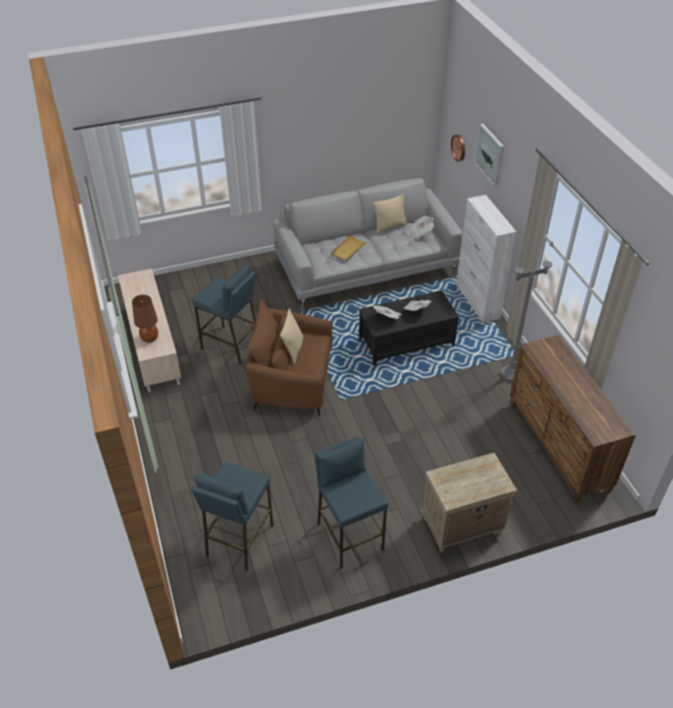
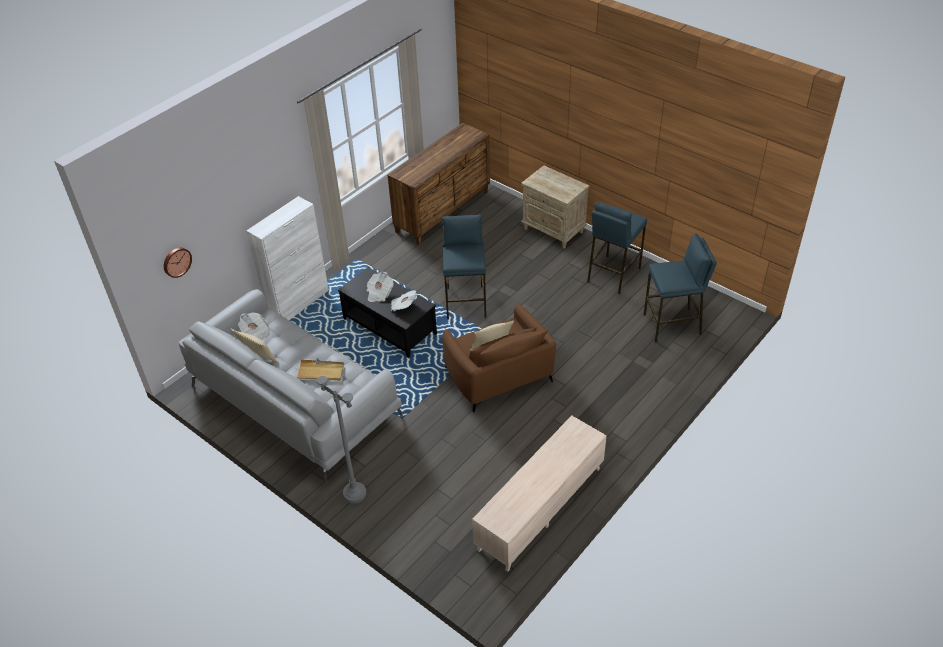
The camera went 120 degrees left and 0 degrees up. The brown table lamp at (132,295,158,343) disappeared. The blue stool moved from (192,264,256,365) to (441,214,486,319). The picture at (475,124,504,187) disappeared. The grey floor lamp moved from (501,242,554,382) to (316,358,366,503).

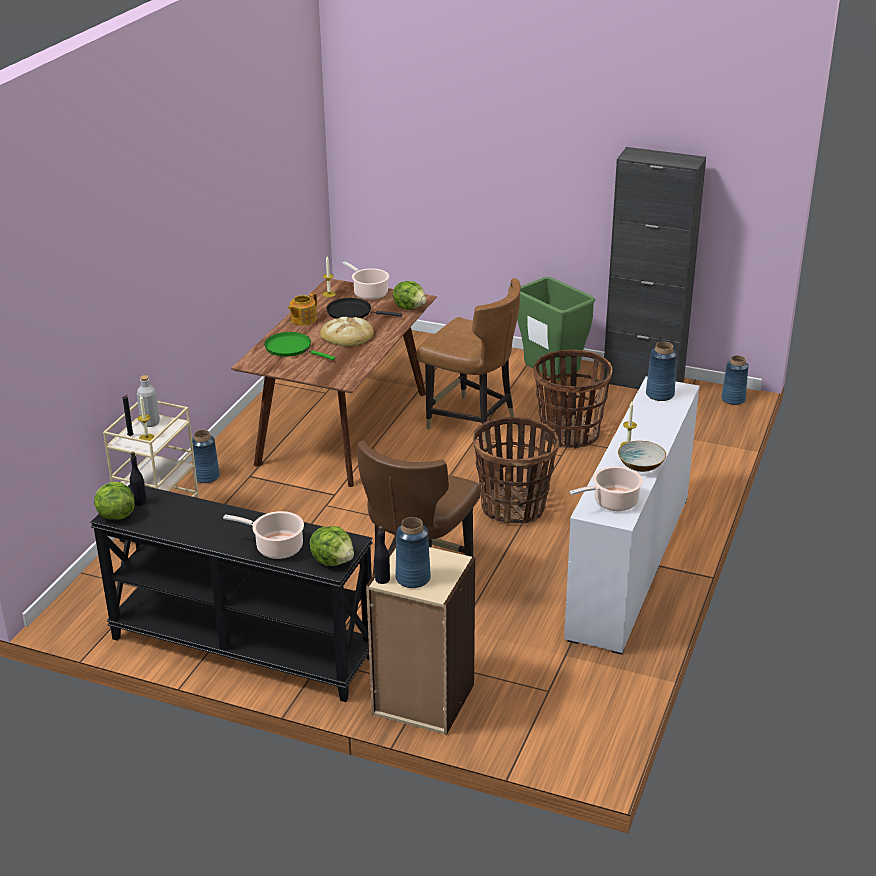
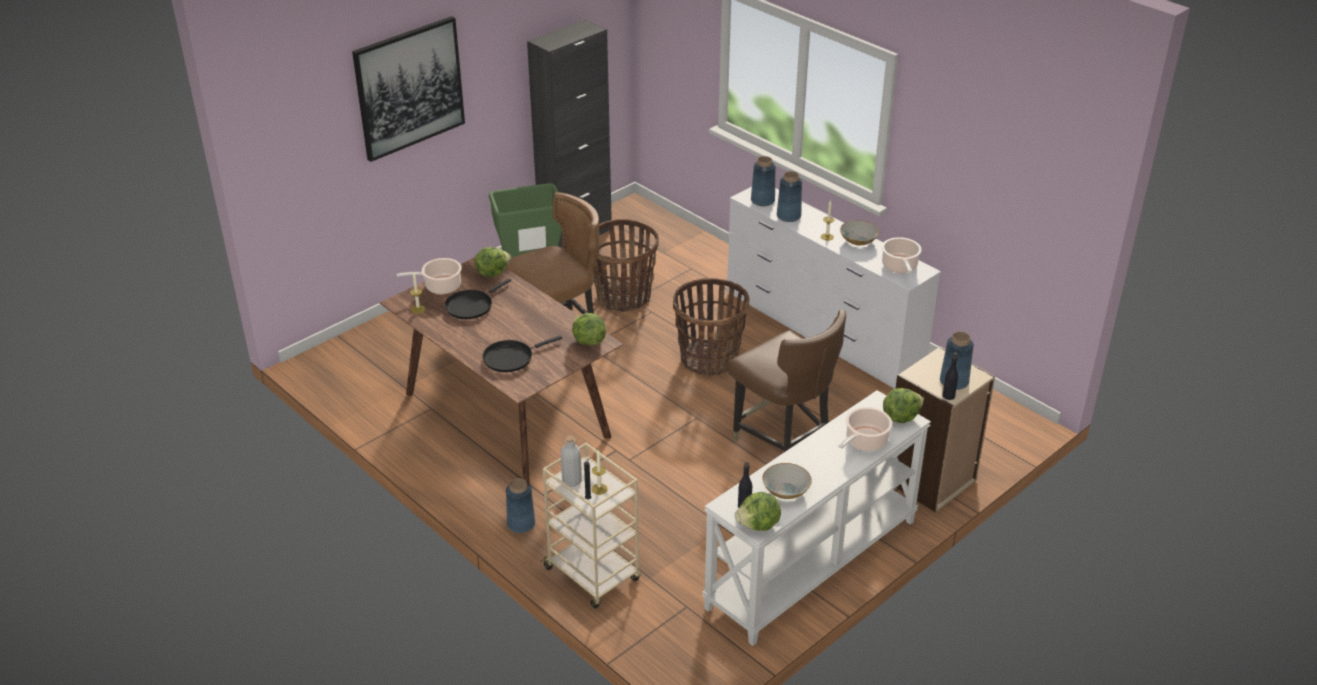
The camera went 65 degrees left and 5 degrees up. The black console table at (90,484,373,702) became the white console table at (702,390,931,646). The green frying pan at (264,332,335,360) became the black frying pan at (483,335,562,372). The teapot at (288,292,317,325) disappeared. The bread at (320,317,374,346) disappeared. The blue vase moved from (721,355,749,405) to (777,171,802,222). The picture at (352,16,465,162) appeared. The lettuce at (572,313,606,345) appeared. The bowl at (762,463,812,499) appeared.

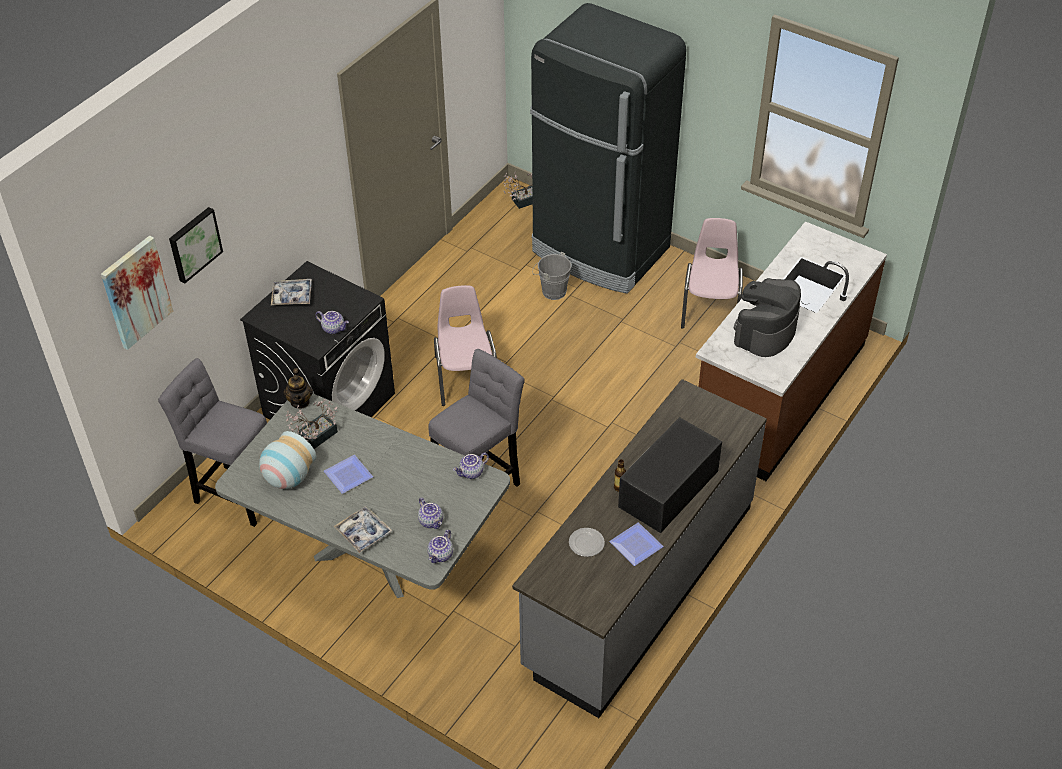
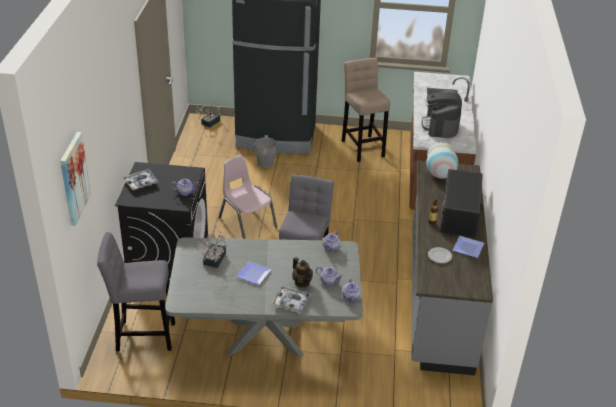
The camera went 30 degrees left and 10 degrees down. The picture at (169,207,223,283) disappeared. The vase moved from (259,431,317,489) to (426,143,458,179). The teapot moved from (283,368,313,409) to (292,257,313,287). The pink chair at (681,218,743,329) was replaced by the beige stool at (342,58,390,162).

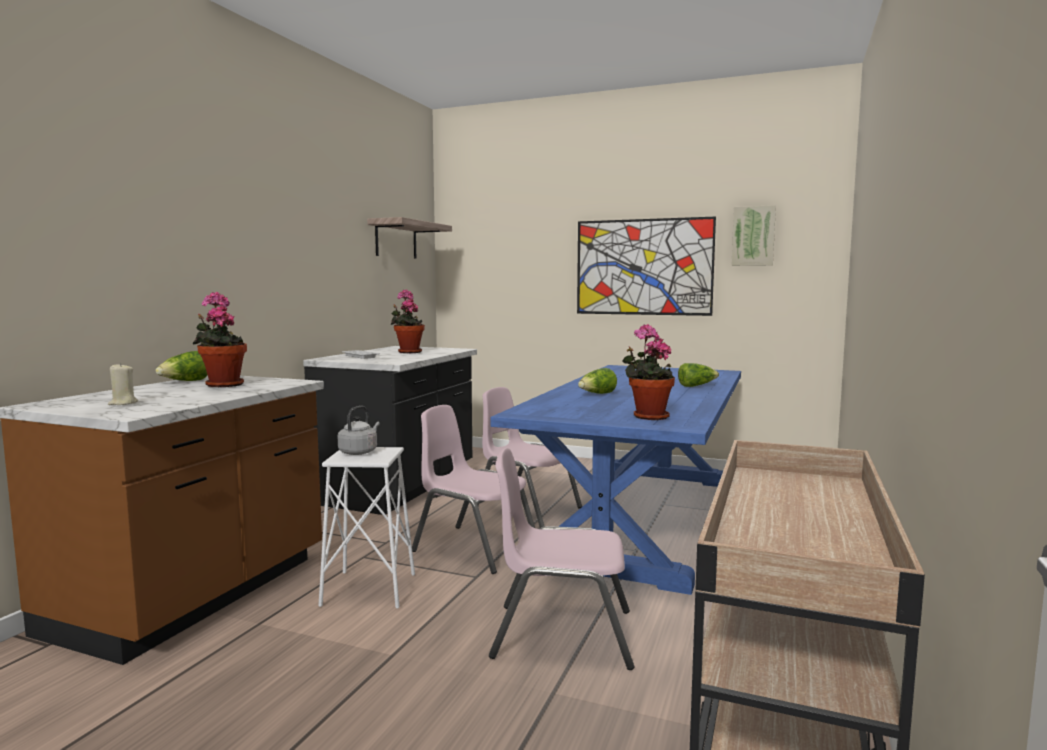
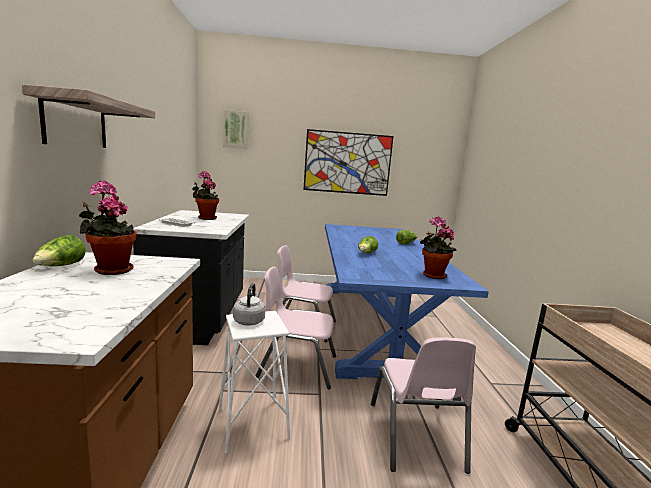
The camera went 25 degrees left and 5 degrees up. The beige candle at (108,363,138,405) disappeared. The shelf moved from (367,217,452,259) to (22,84,155,148). The pink chair at (489,448,634,670) turned 75 degrees counterclockwise. The picture moved from (731,205,776,266) to (223,110,248,149).

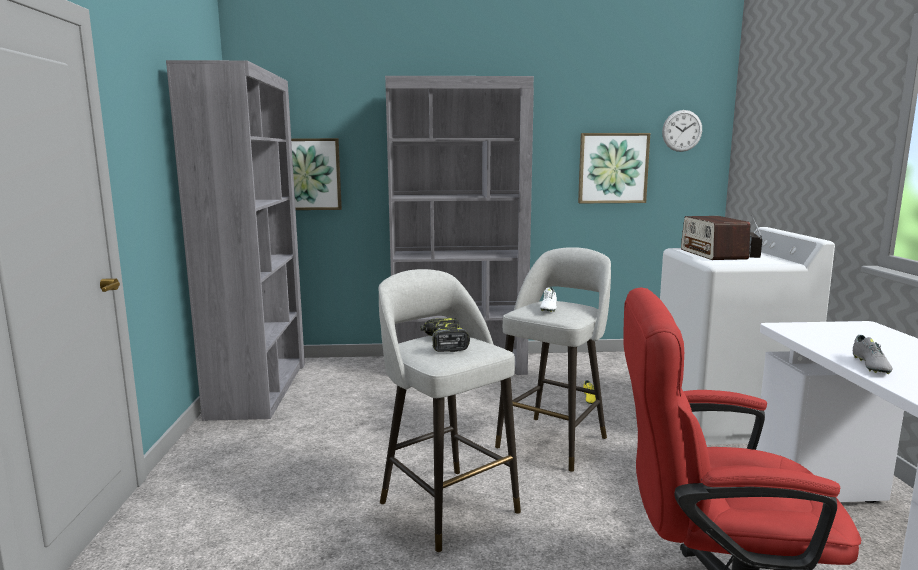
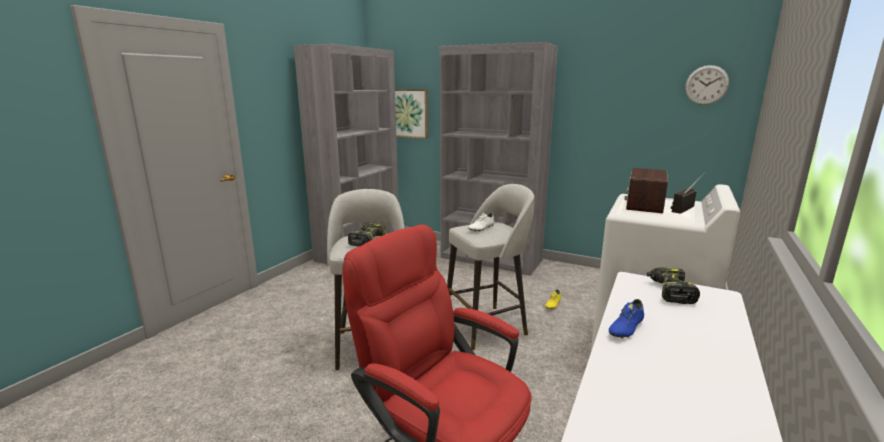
The camera went 30 degrees right and 5 degrees up. The picture at (578,133,650,203) disappeared. The grey shoe at (853,335,892,374) became the blue shoe at (609,299,644,339). The power drill at (647,267,700,304) appeared.

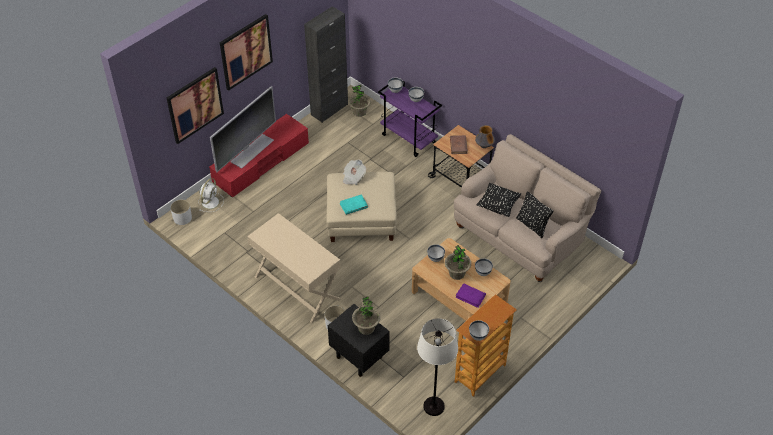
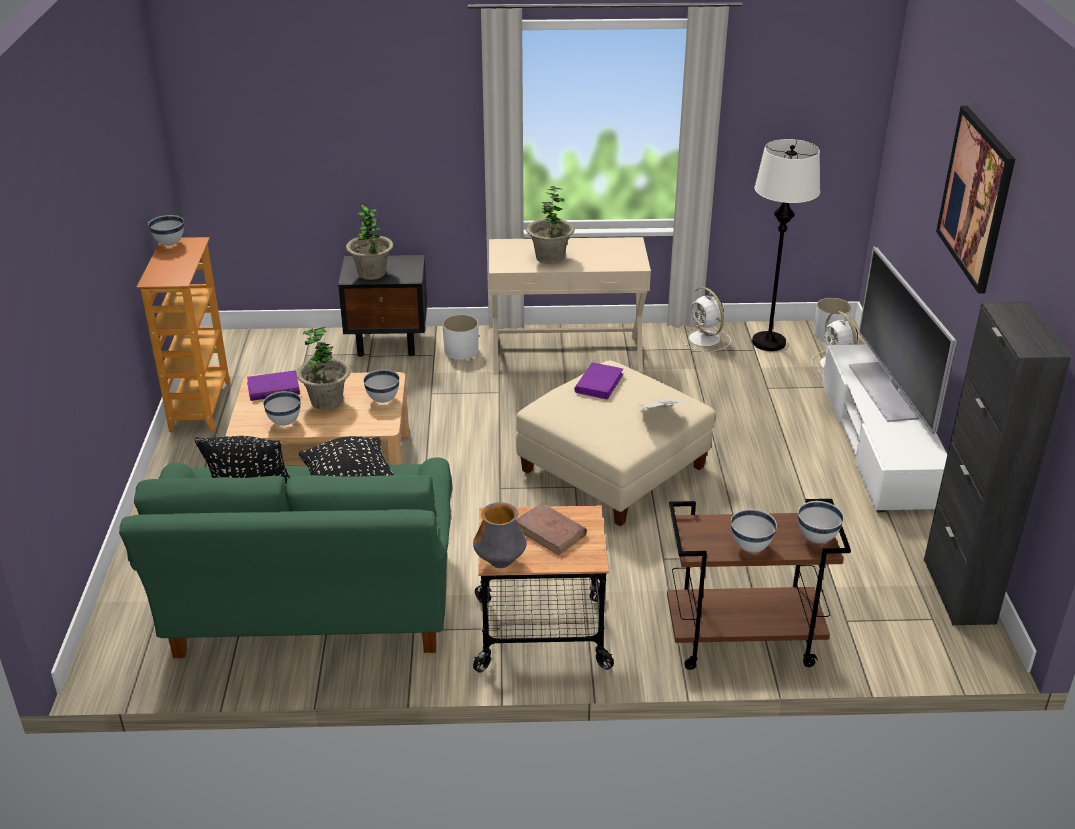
The camera went 135 degrees right and 15 degrees down. The picture at (167,67,224,144) disappeared. The red tv stand at (209,114,309,197) became the white tv stand at (822,345,947,512). The turquoise book at (340,194,368,215) became the purple book at (574,362,624,400). The potted plant moved from (348,85,371,117) to (526,186,575,264). The purple cart at (378,81,442,157) became the brown cart at (667,499,851,670). The white floor lamp moved from (417,318,458,416) to (752,139,820,351). The beige sofa at (454,134,601,282) became the green sofa at (119,457,453,658). The white fan at (680,287,731,352) appeared.

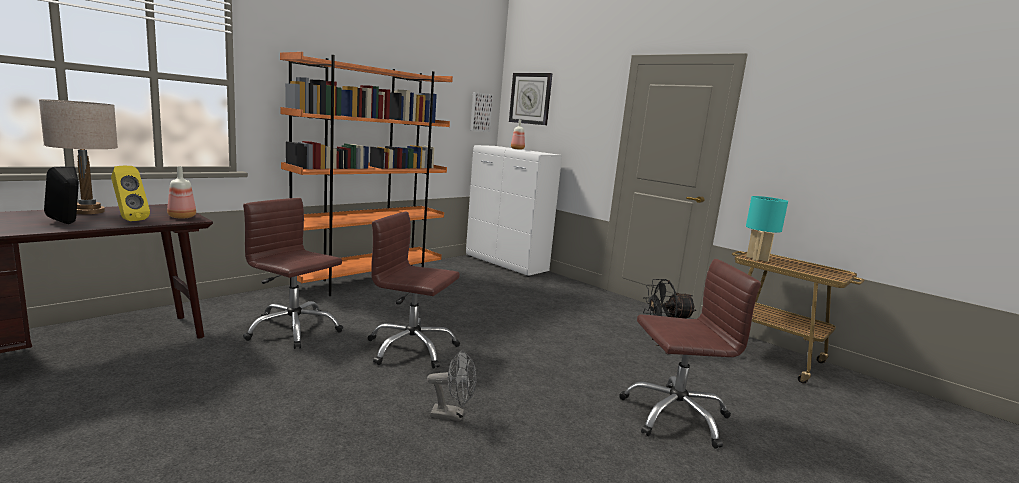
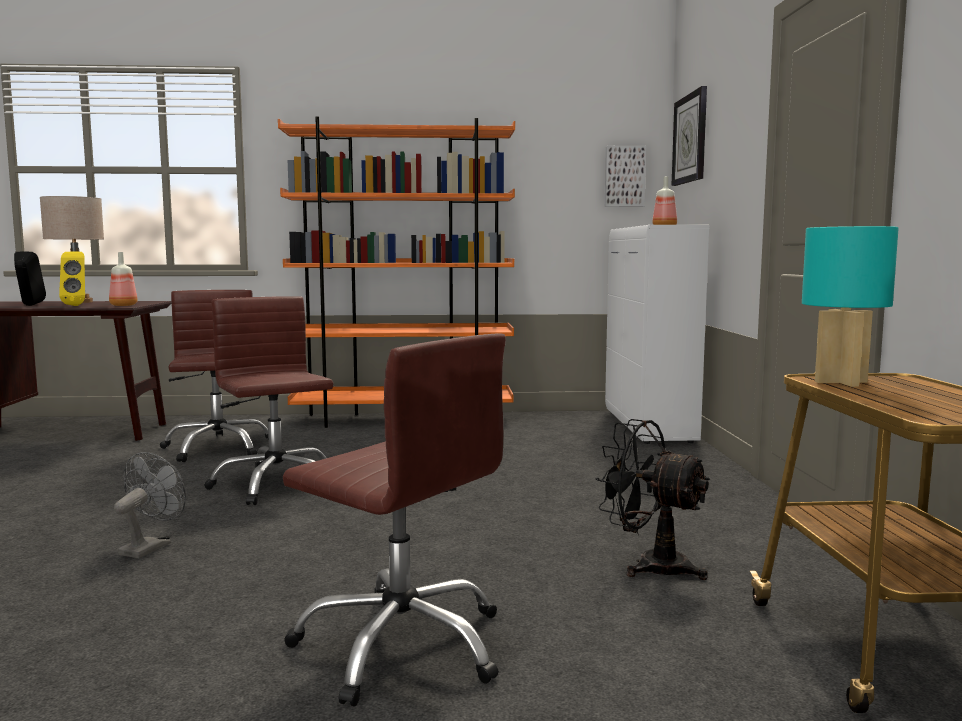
The camera went 45 degrees right and 5 degrees down. The grey fan at (427,350,477,421) turned 120 degrees counterclockwise.

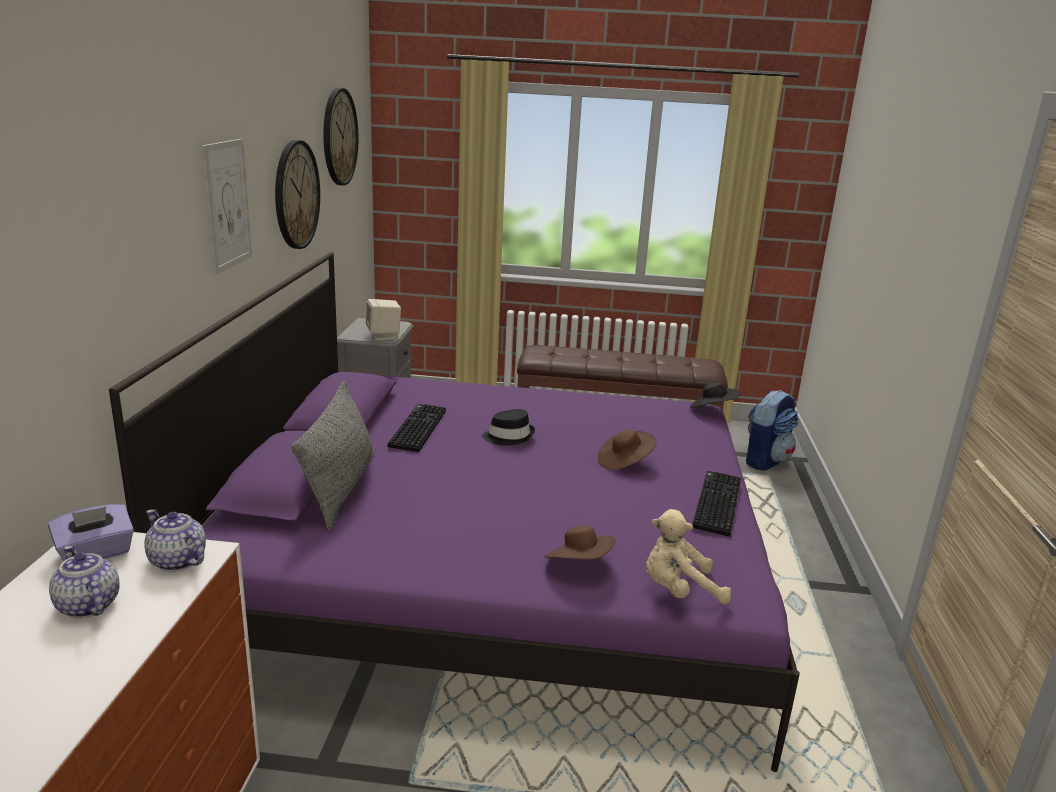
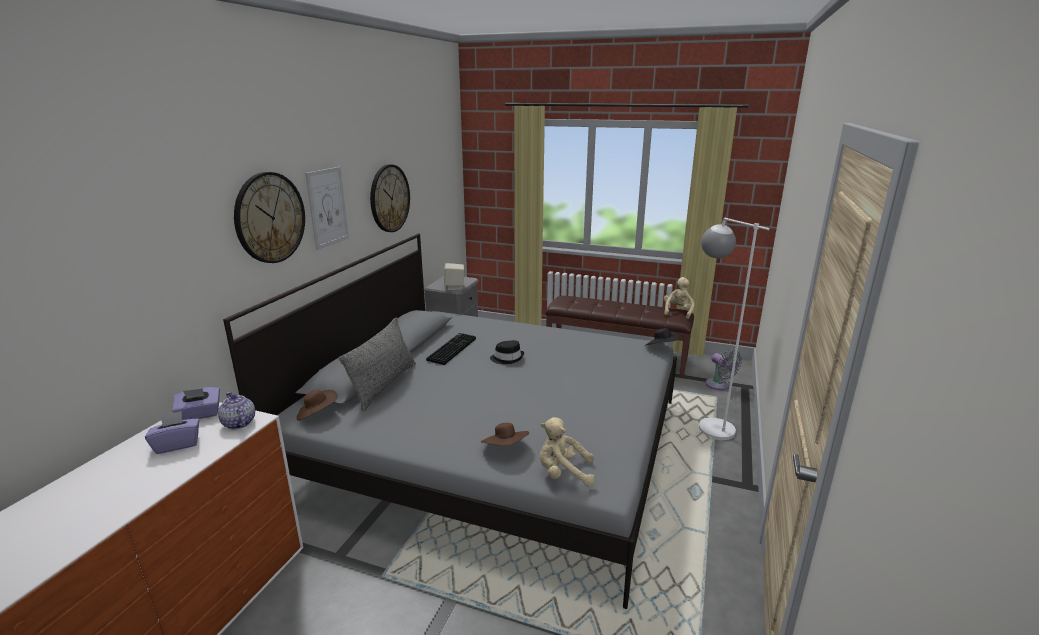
The camera went 15 degrees right and 0 degrees up. The teapot at (49,545,119,618) was replaced by the purple tissue box at (145,411,200,454). The purple bed at (109,252,800,772) became the grey bed at (223,233,677,609). The wall clock moved from (323,88,358,185) to (234,172,305,263). The brown hat moved from (598,429,657,469) to (297,389,338,421). The keyboard at (692,471,741,537) disappeared. The backpack at (746,390,798,471) was replaced by the grey fan at (706,349,742,390). The beige plush toy at (664,277,695,319) appeared. The white floor lamp at (699,218,770,440) appeared.

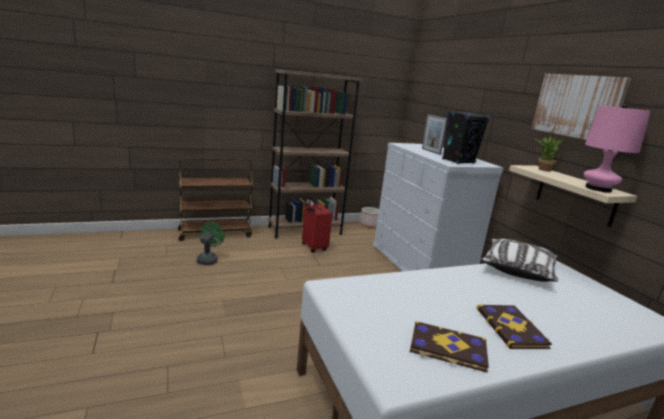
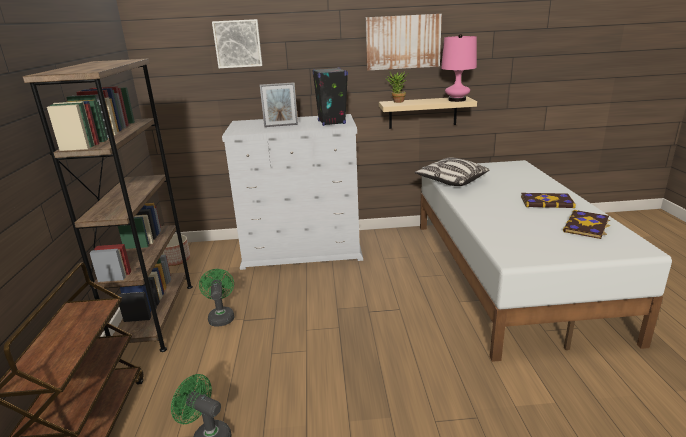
The camera went 70 degrees left and 5 degrees up. The red suitcase at (302,197,332,252) was replaced by the green fan at (199,269,234,327). The picture at (212,19,262,68) appeared.

